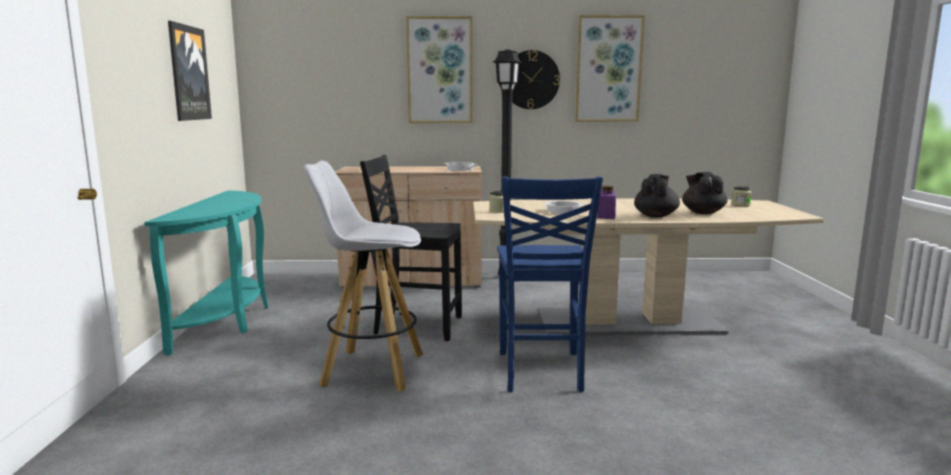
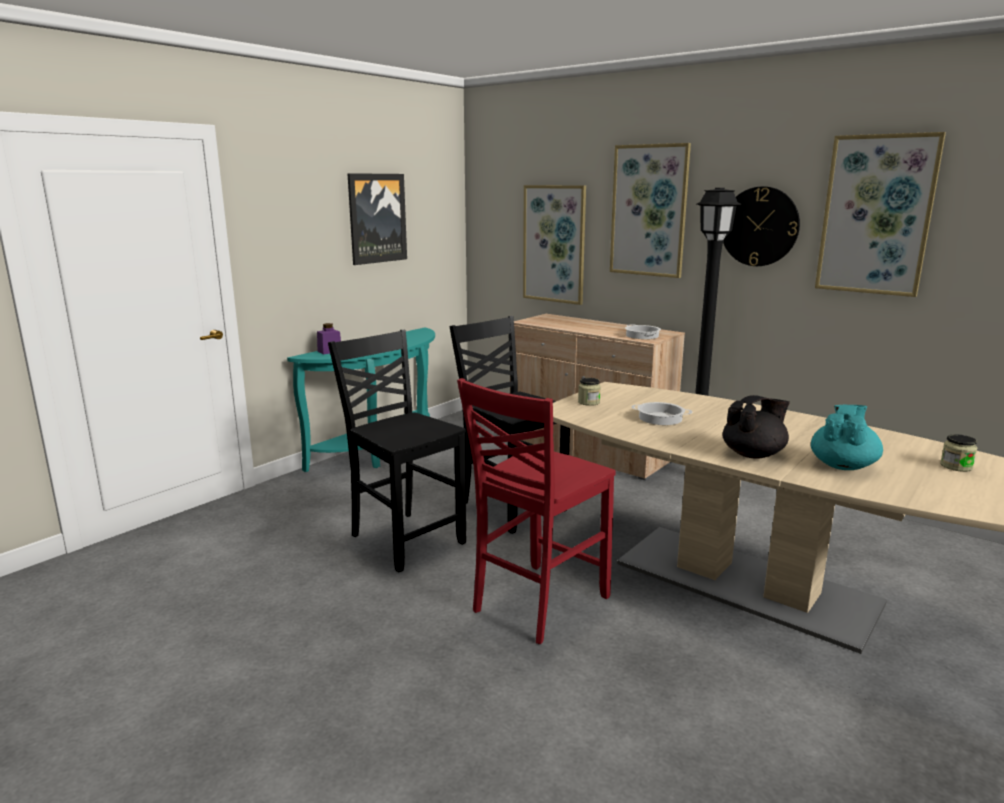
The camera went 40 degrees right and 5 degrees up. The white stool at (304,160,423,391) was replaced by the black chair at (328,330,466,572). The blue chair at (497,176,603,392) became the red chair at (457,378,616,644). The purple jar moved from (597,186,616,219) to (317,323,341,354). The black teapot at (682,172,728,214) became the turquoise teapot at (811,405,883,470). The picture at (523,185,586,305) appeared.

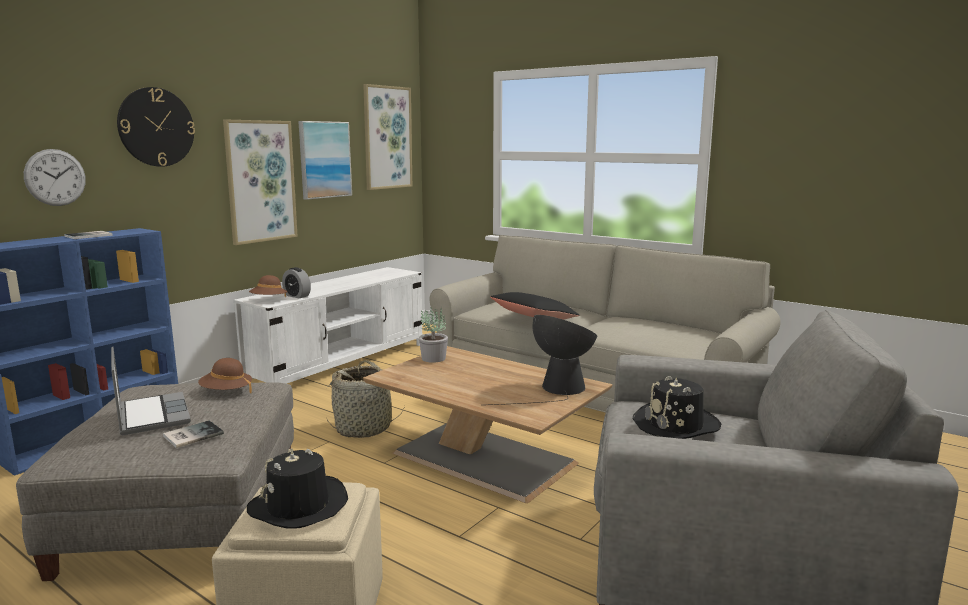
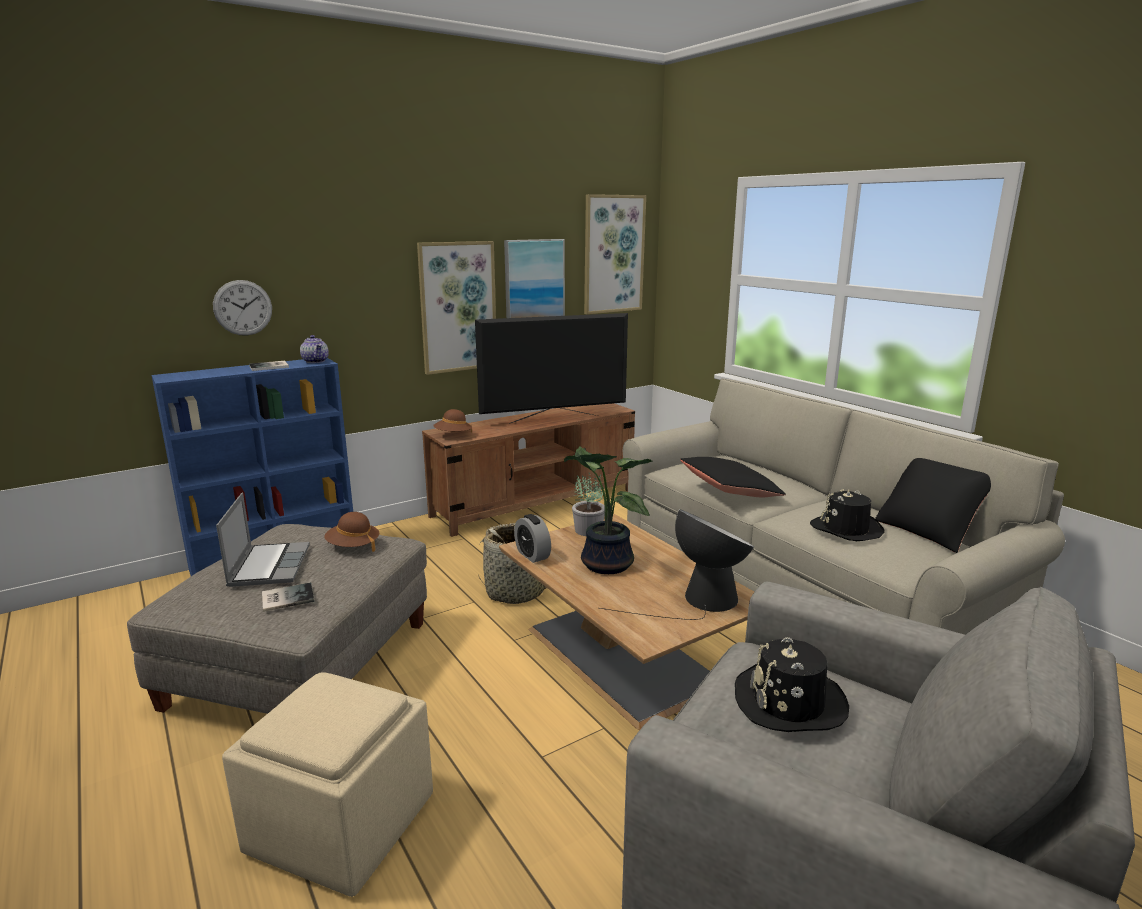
The camera went 20 degrees right and 5 degrees up. The wall clock at (117,87,195,167) disappeared. The white tv stand at (234,267,422,384) became the brown tv stand at (422,403,635,537). The black hat moved from (247,448,348,529) to (810,489,885,541). The alarm clock moved from (282,267,311,298) to (514,514,551,563). The teapot at (300,335,329,363) appeared. The television at (475,313,628,424) appeared. The potted plant at (564,446,654,574) appeared. The black pillow at (875,458,991,553) appeared.

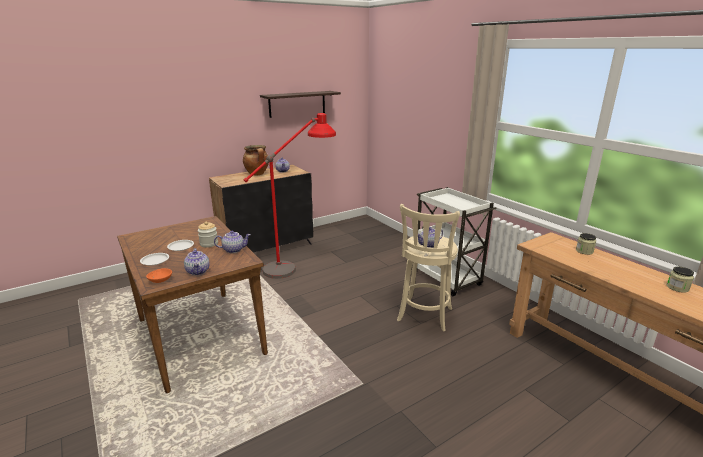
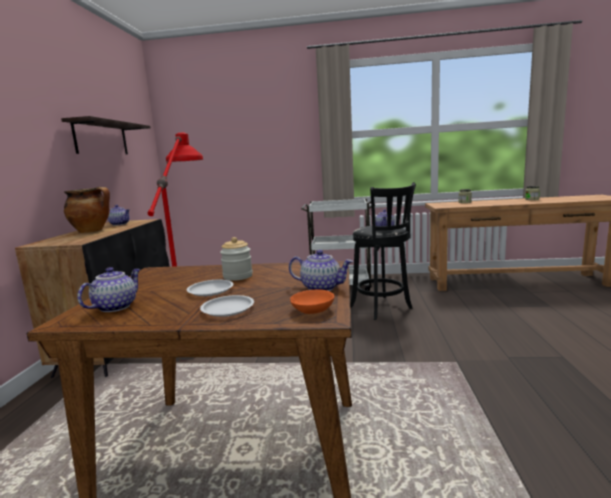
The camera went 50 degrees left and 10 degrees down. The teapot moved from (214,231,251,253) to (77,267,141,312). The beige stool at (397,204,460,332) became the black stool at (350,182,416,320).

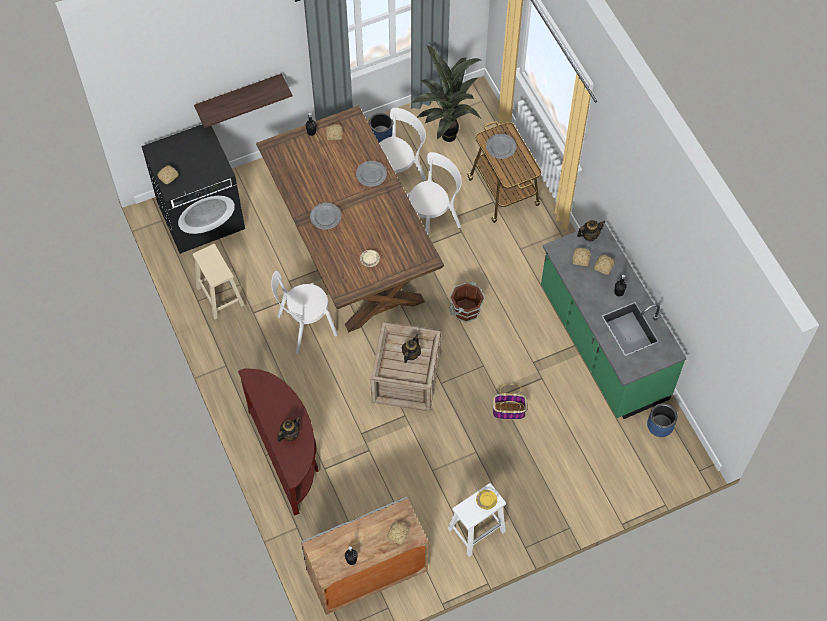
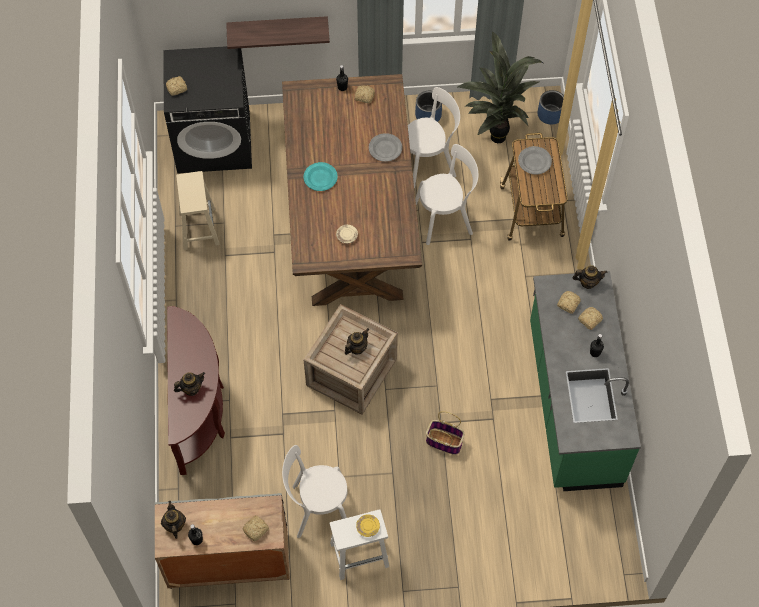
The camera went 20 degrees right and 0 degrees up. The white chair moved from (271,271,338,354) to (282,445,348,538). The grey plate at (310,203,341,229) became the turquoise plate at (304,162,338,191). The brown bucket at (449,282,485,323) disappeared. The blue planter moved from (647,403,677,437) to (538,90,564,125). The teapot at (161,501,186,539) appeared.

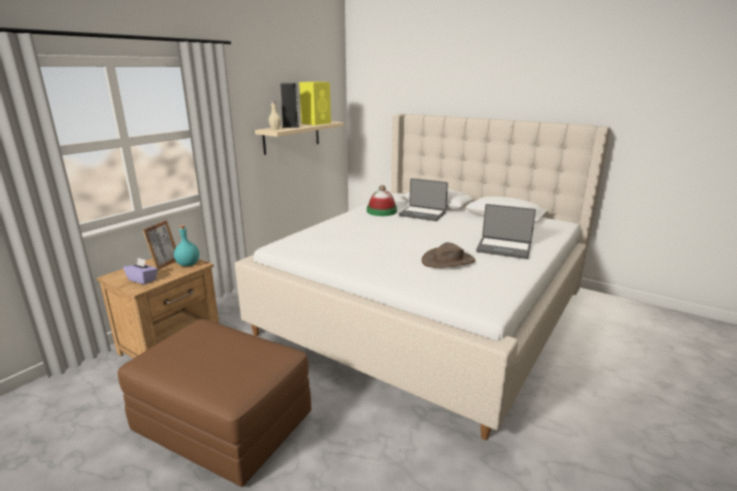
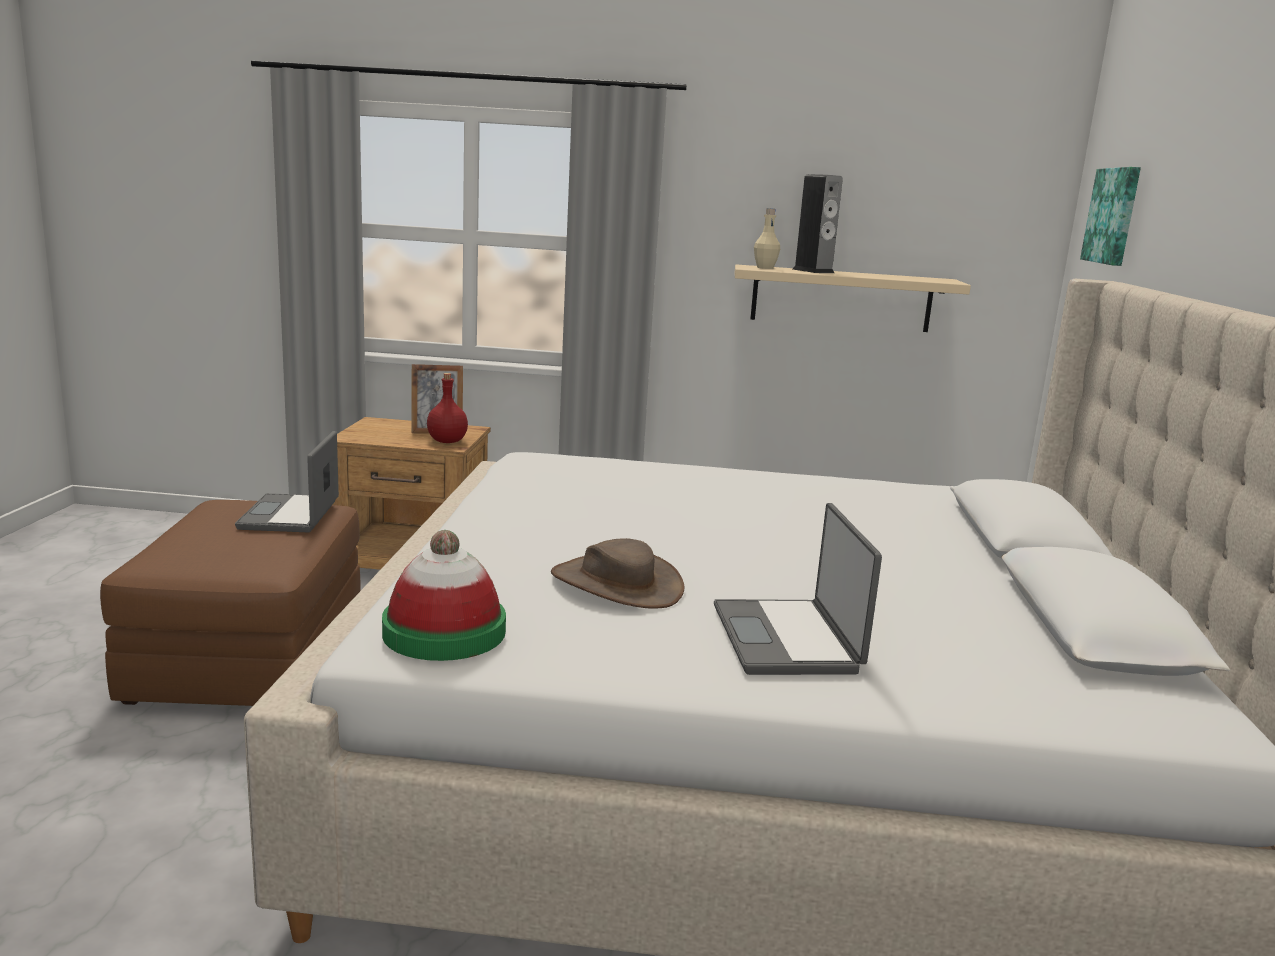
The camera went 60 degrees right and 5 degrees down. The purple tissue box at (123,258,158,284) disappeared. The turquoise bottle at (174,225,199,266) became the red bottle at (427,373,468,443). The yellow speaker at (299,82,331,125) disappeared. The hat moved from (367,185,397,216) to (382,530,506,661). The laptop moved from (399,178,448,221) to (235,431,339,532). The picture at (1080,167,1141,266) appeared.

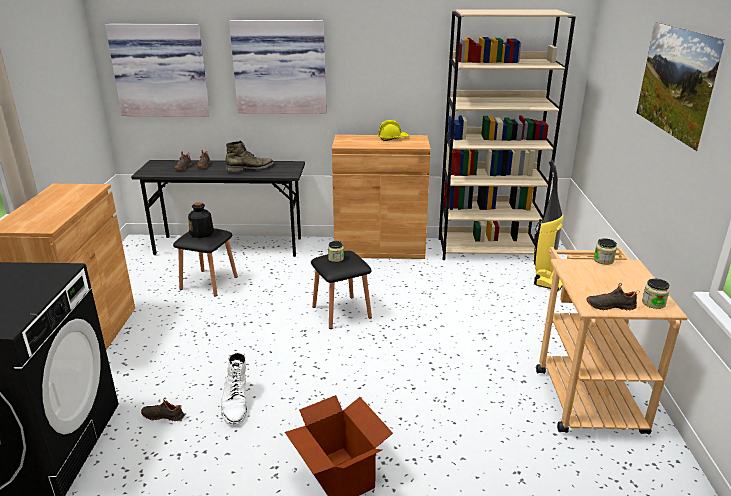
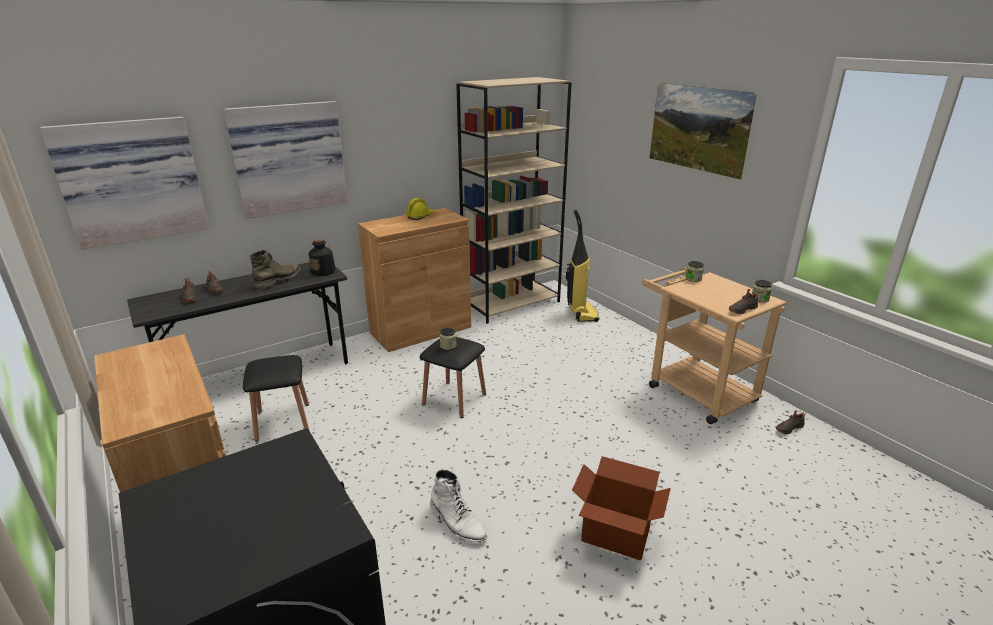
The camera went 35 degrees left and 0 degrees up. The black shoe moved from (141,397,184,422) to (776,410,806,434). The bottle moved from (188,202,214,238) to (309,239,336,276).

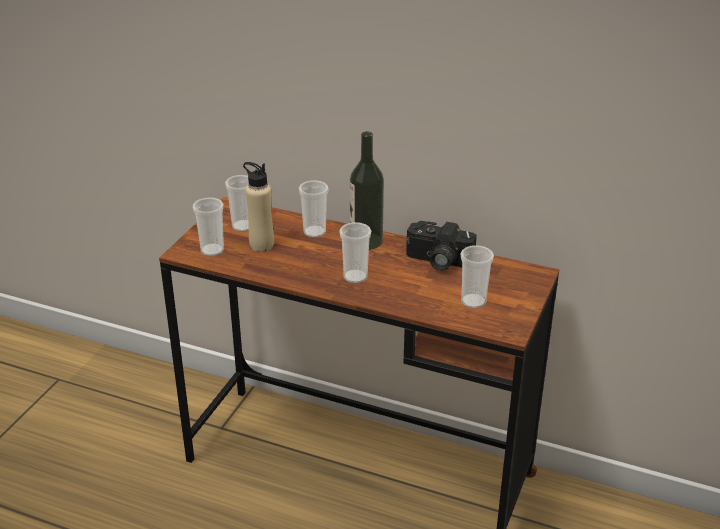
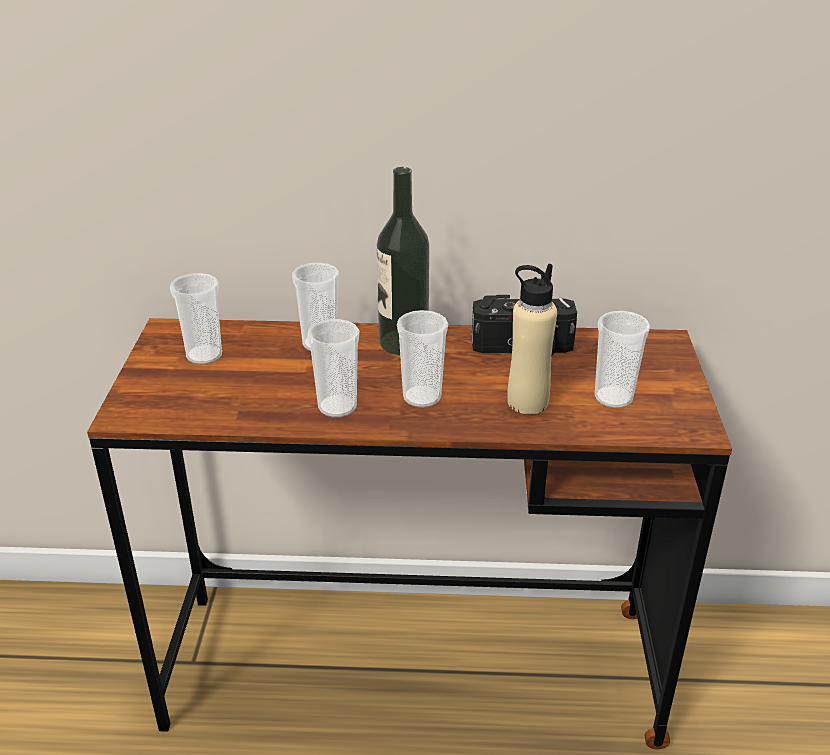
The camera went 20 degrees left and 0 degrees up. The cup moved from (193,197,224,256) to (307,319,359,418). The beige bottle moved from (243,162,274,252) to (507,264,557,414).

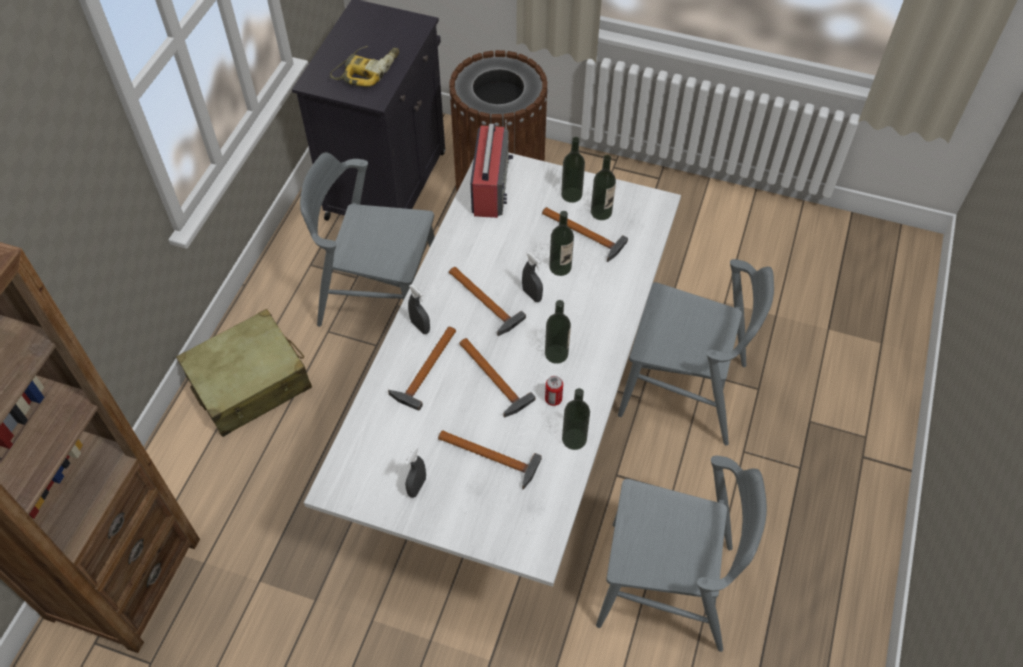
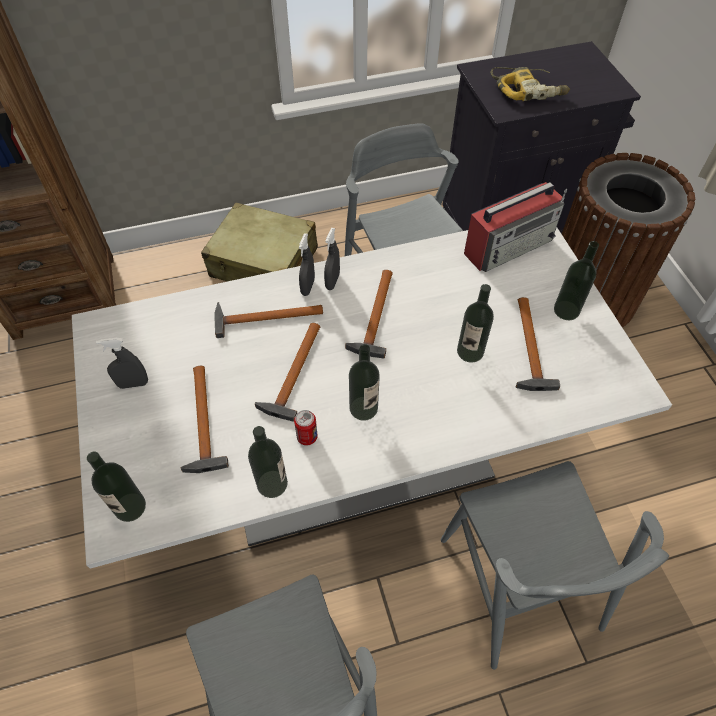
The camera went 55 degrees right and 0 degrees up. The grey spray bottle moved from (522,252,543,302) to (324,228,340,290). The bottle moved from (591,155,616,220) to (87,451,146,522).

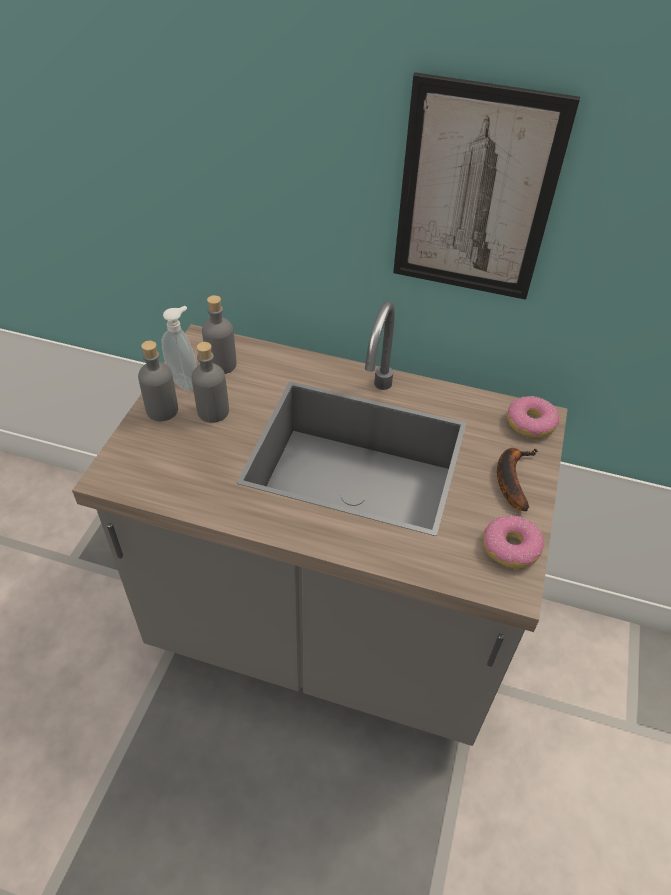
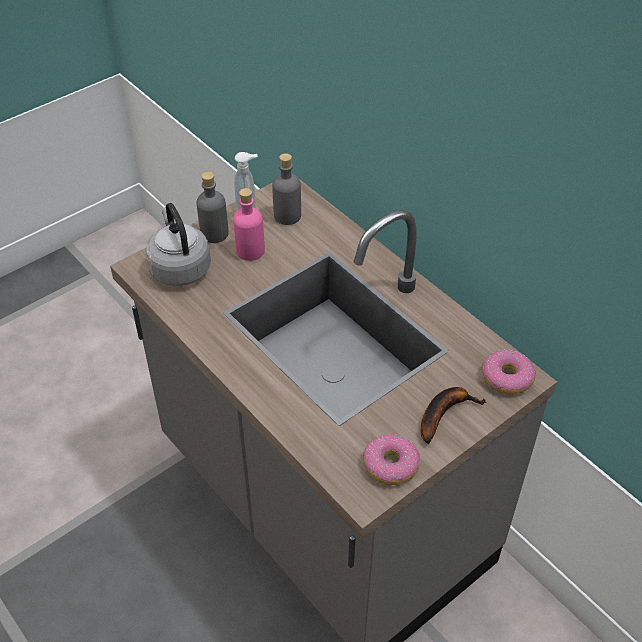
The camera went 35 degrees right and 0 degrees up. The grey bottle at (191,342,229,423) became the pink bottle at (233,188,265,261). The picture at (393,72,580,300) disappeared. The grey kettle at (145,203,211,286) appeared.

